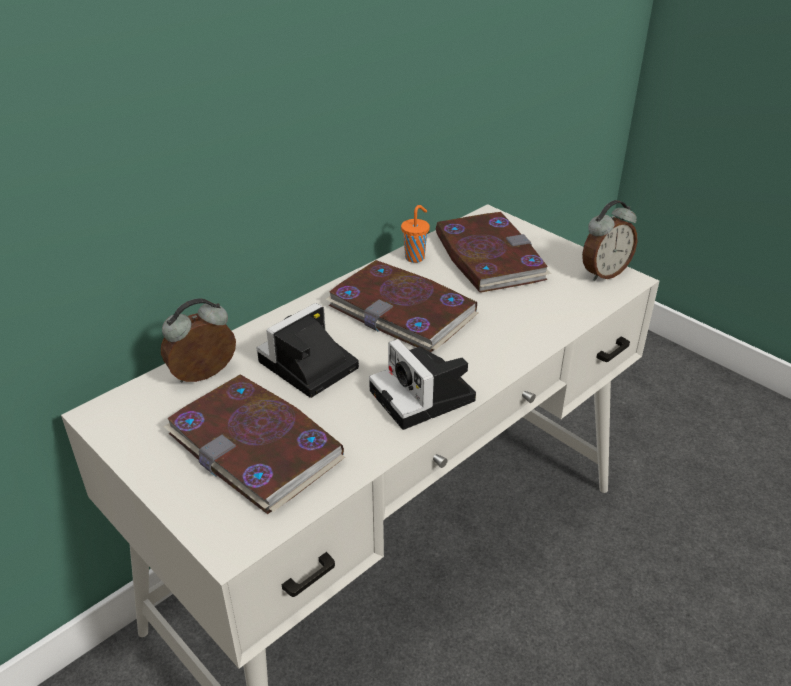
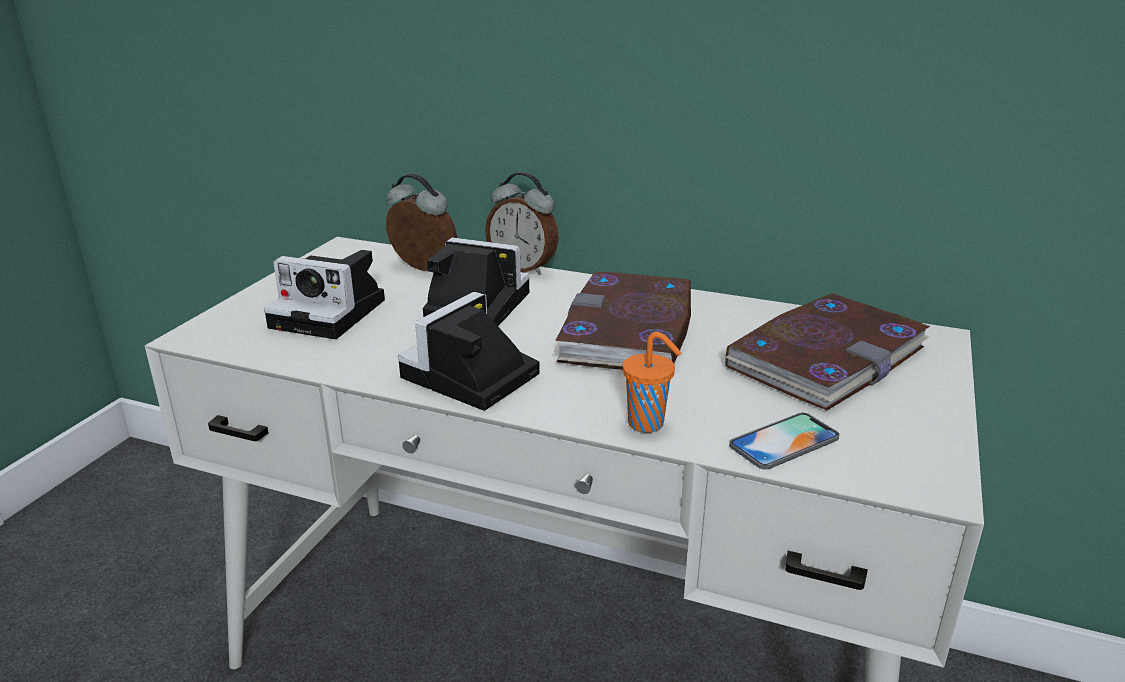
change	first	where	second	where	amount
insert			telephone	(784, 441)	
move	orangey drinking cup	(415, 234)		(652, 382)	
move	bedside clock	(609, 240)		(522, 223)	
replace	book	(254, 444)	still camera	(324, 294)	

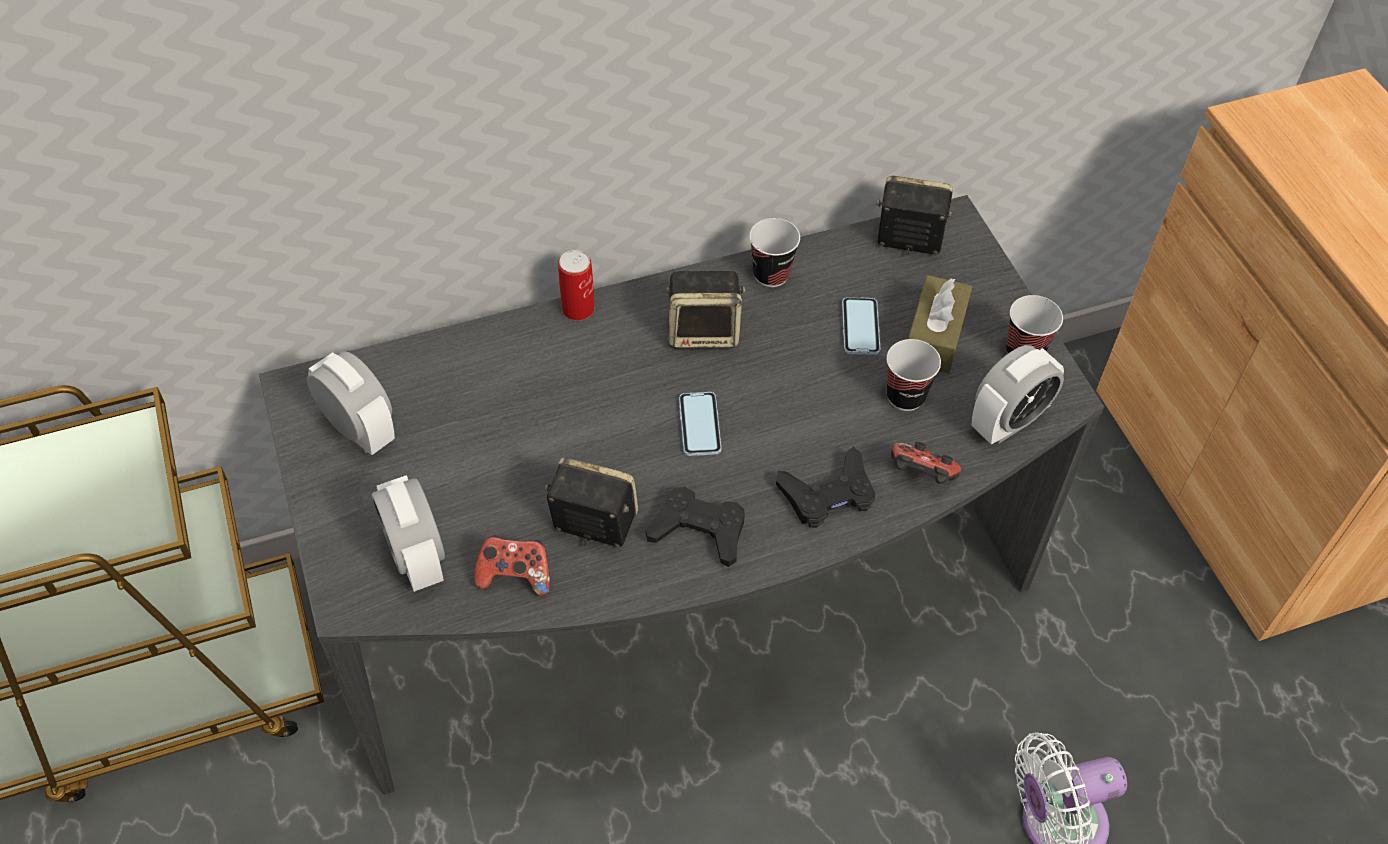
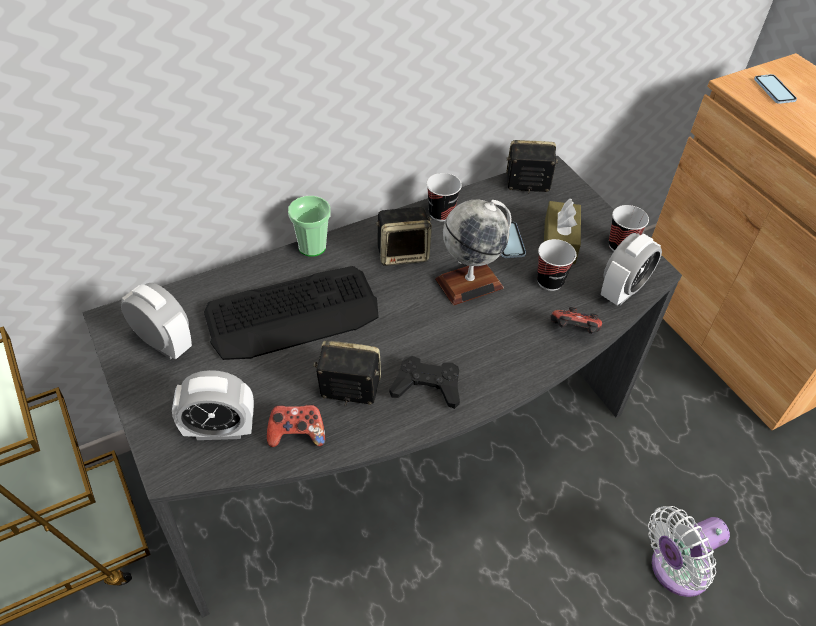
change	first	where	second	where	amount
delete	black-coloured game controller	(825, 487)			
insert			computer keyboard	(291, 313)	
insert			globe	(473, 253)	
move	telephone	(700, 424)		(775, 89)	
replace	metal can	(576, 285)	drinking cup	(309, 226)	
rotate	bedside clock	(408, 533)		(213, 405)	60 degrees counterclockwise

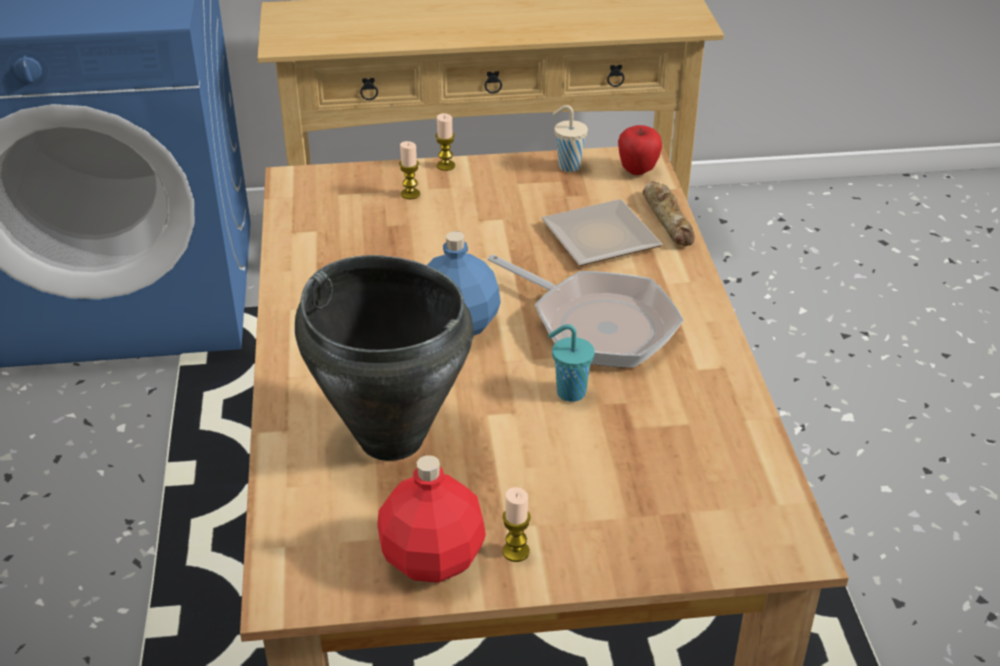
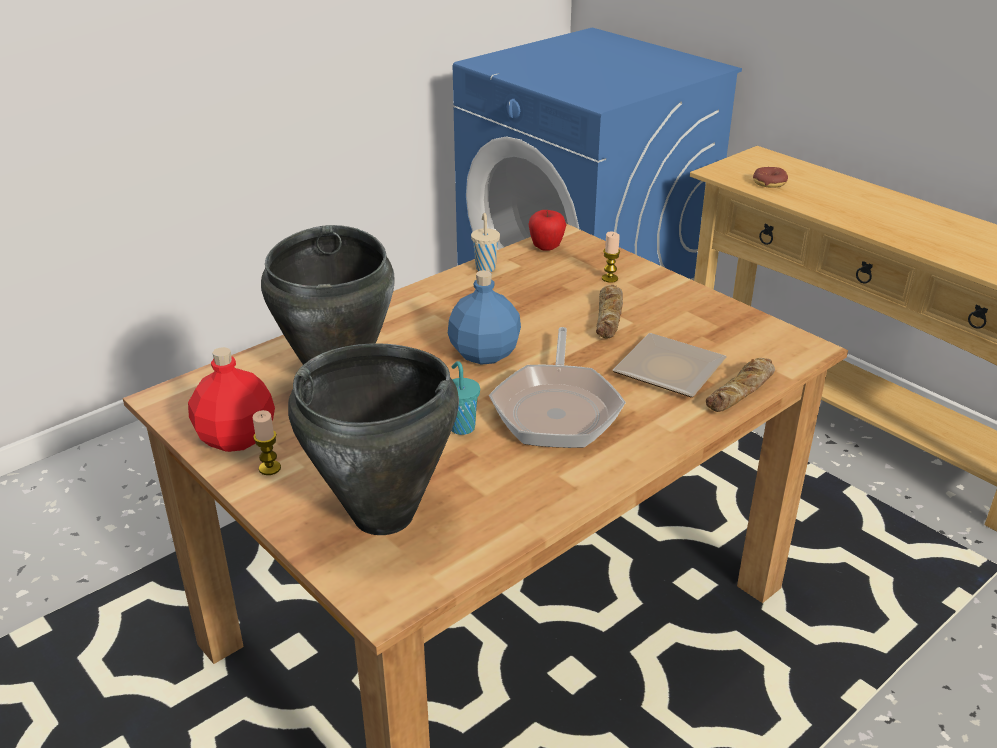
change	first	where	second	where	amount
delete	wax candle	(445, 142)			
insert			black-coloured cooking pot	(373, 439)	
insert			baked bread	(609, 312)	
insert			doughnut	(770, 177)	
move	sand-coloured drinking cup	(570, 138)		(485, 242)	
move	apple	(640, 150)		(547, 230)	

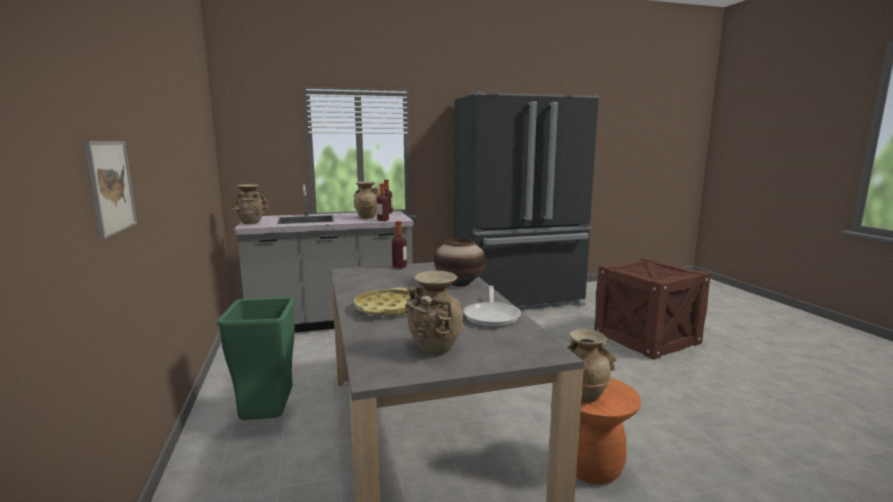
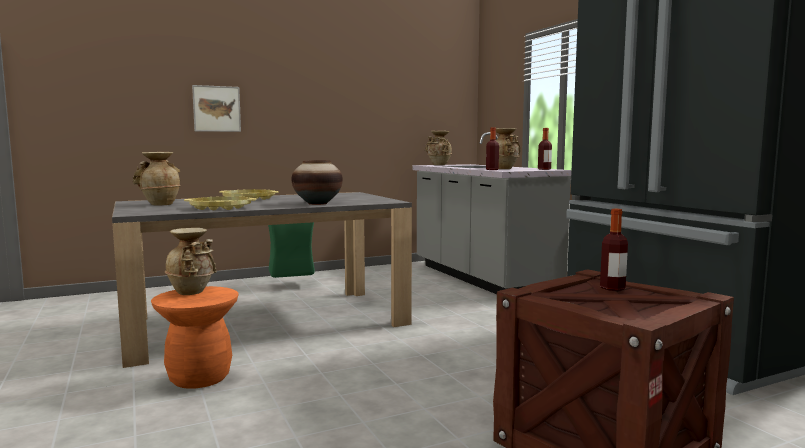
change	first	where	second	where	amount
move	bottle	(399, 245)		(614, 250)	
replace	skillet	(492, 306)	yellow serving tray	(220, 203)	

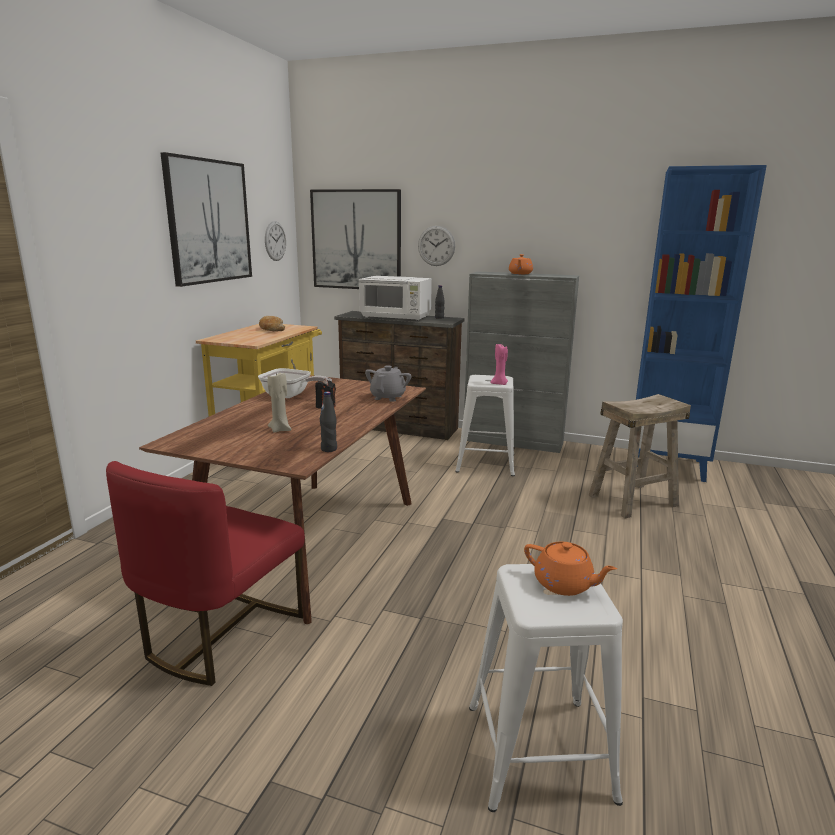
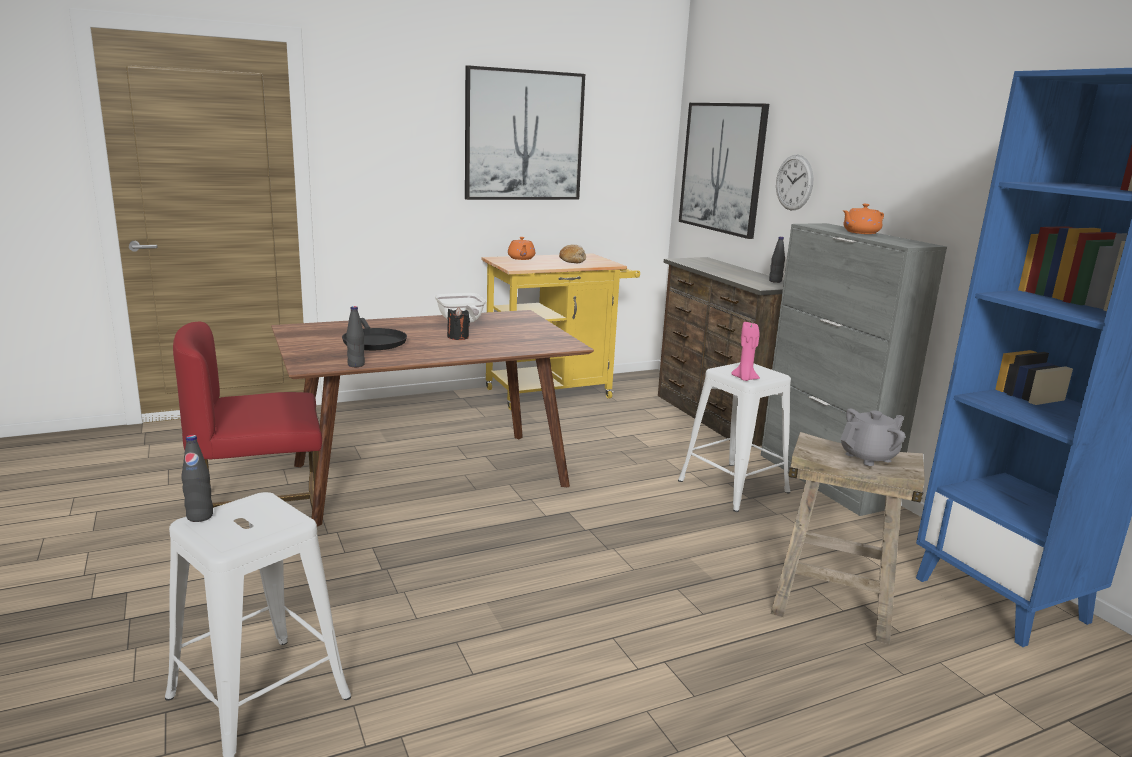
change	first	where	second	where	amount
delete	clock on the wall	(275, 241)			
delete	white kitchen microwave	(395, 298)			
insert			black-coloured bottle	(197, 478)	
move	gray teapot	(388, 383)		(873, 437)	
move	orangey teapot	(570, 569)		(521, 248)	
replace	sand-coloured wax candle	(279, 402)	black-coloured skillet	(374, 334)	

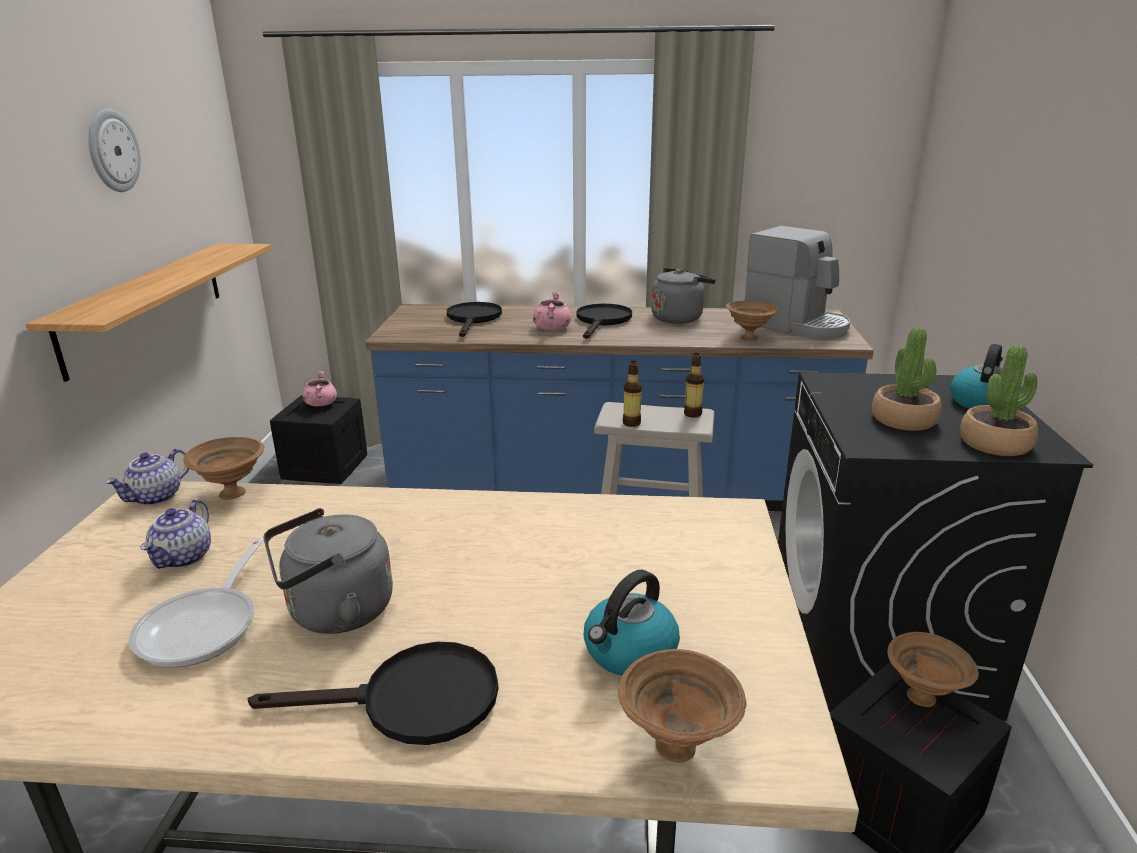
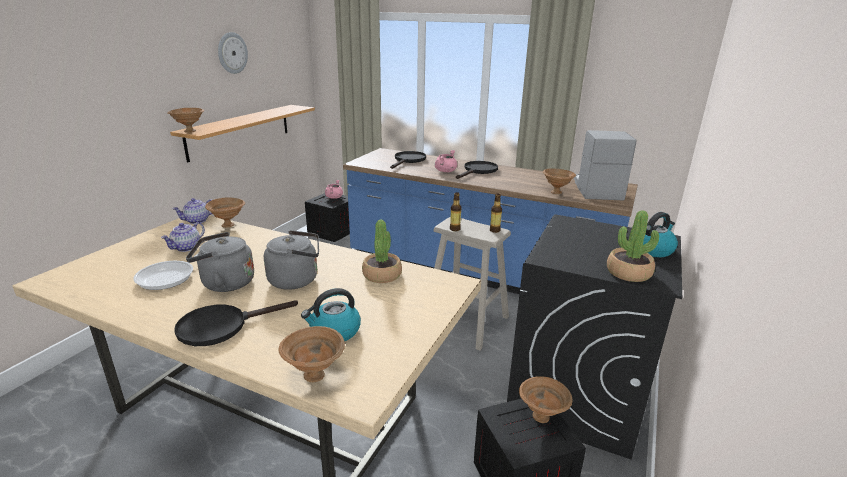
change	first	where	second	where	amount
insert			brown-coloured serving bowl	(186, 120)	
move	gray kettle	(683, 296)		(291, 260)	
move	plant in a pot	(907, 379)		(382, 251)	
rotate	black-coloured skillet	(373, 693)		(236, 323)	135 degrees clockwise
rotate	coffee machine	(798, 282)		(605, 165)	150 degrees counterclockwise

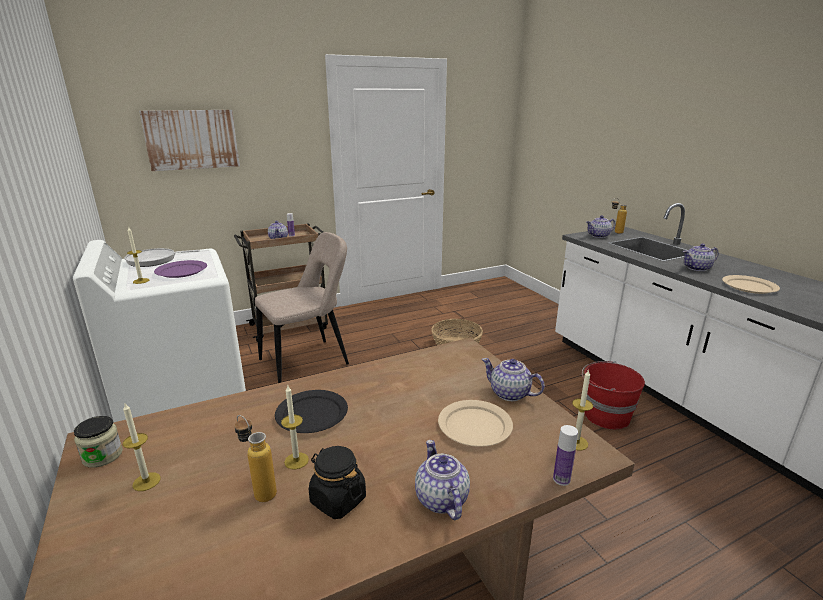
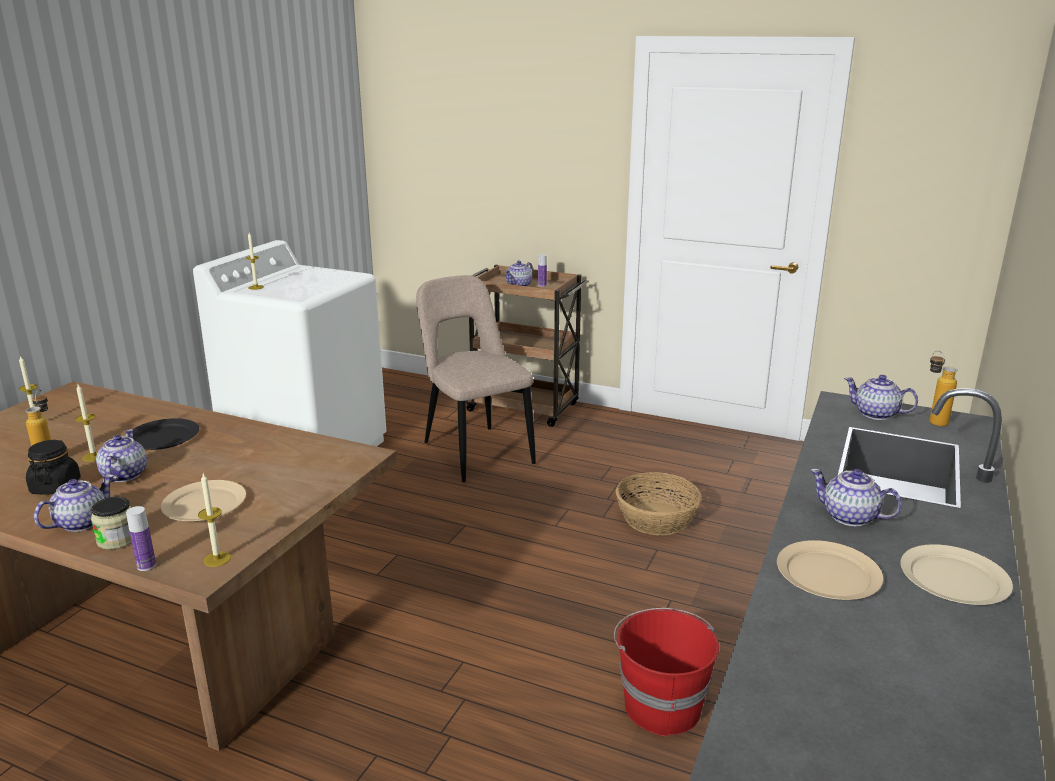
change	first	where	second	where	amount
delete	skillet	(162, 257)			
delete	picture	(189, 140)			
delete	purple-coloured flat dish	(180, 269)			
insert			sand-coloured flat dish	(956, 574)	
move	jar	(98, 442)		(111, 523)	
move	teapot	(513, 379)		(121, 455)	
rotate	sand-coloured plain chair	(302, 307)		(476, 378)	135 degrees counterclockwise

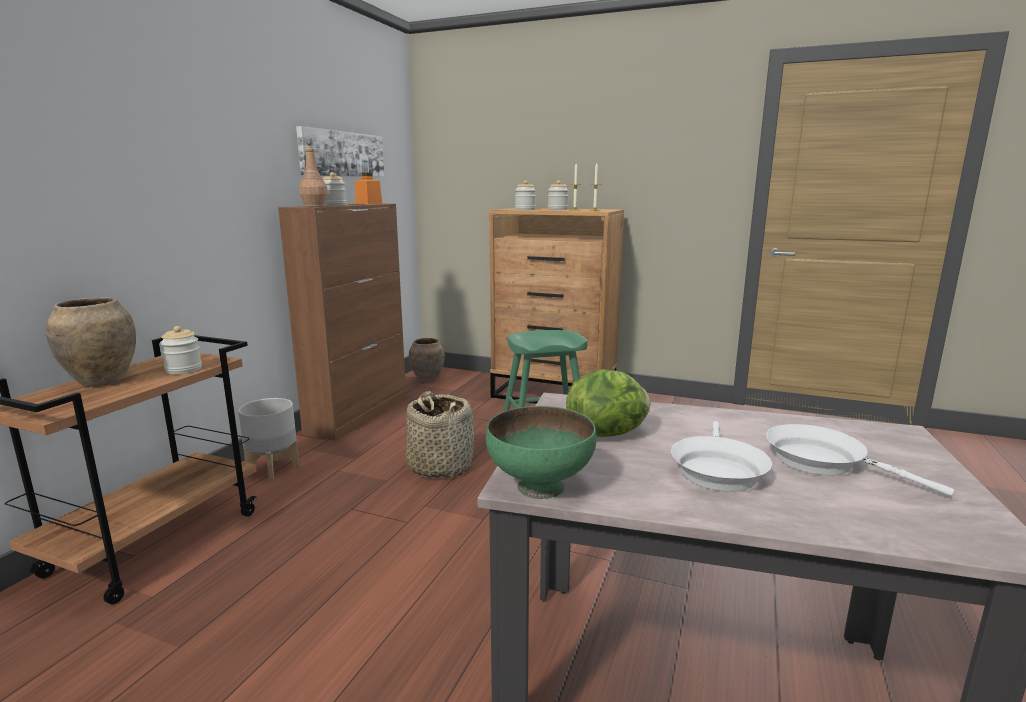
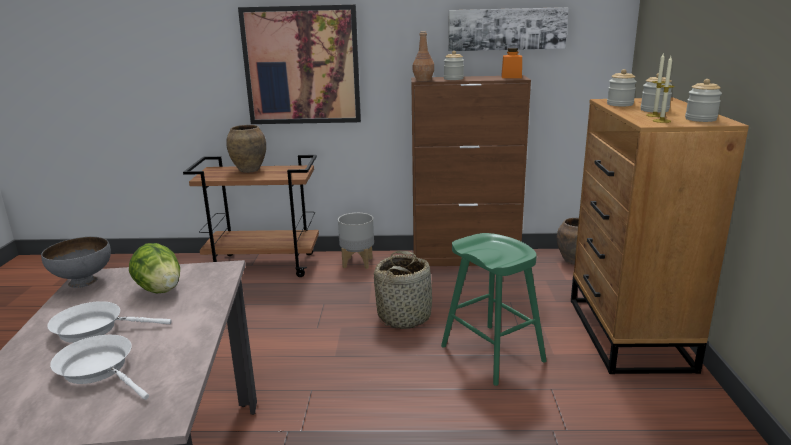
change	first	where	second	where	amount
insert			picture	(299, 64)	
move	jar	(181, 350)		(703, 100)	
recolor	green serving bowl	(541, 452)	gray serving bowl	(76, 262)	
rotate	white skillet	(860, 460)		(99, 367)	75 degrees counterclockwise

